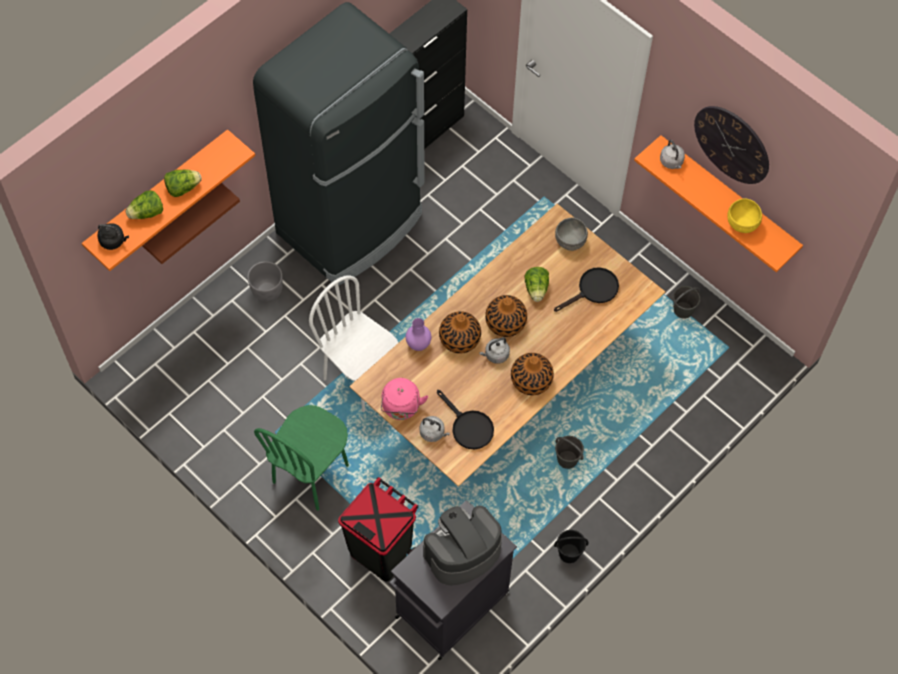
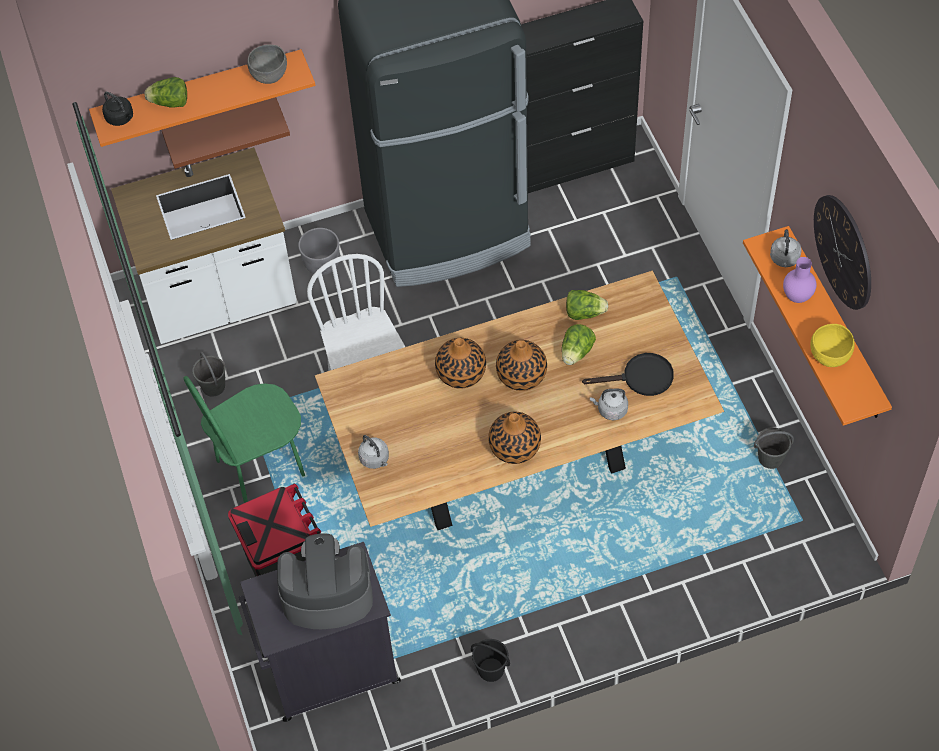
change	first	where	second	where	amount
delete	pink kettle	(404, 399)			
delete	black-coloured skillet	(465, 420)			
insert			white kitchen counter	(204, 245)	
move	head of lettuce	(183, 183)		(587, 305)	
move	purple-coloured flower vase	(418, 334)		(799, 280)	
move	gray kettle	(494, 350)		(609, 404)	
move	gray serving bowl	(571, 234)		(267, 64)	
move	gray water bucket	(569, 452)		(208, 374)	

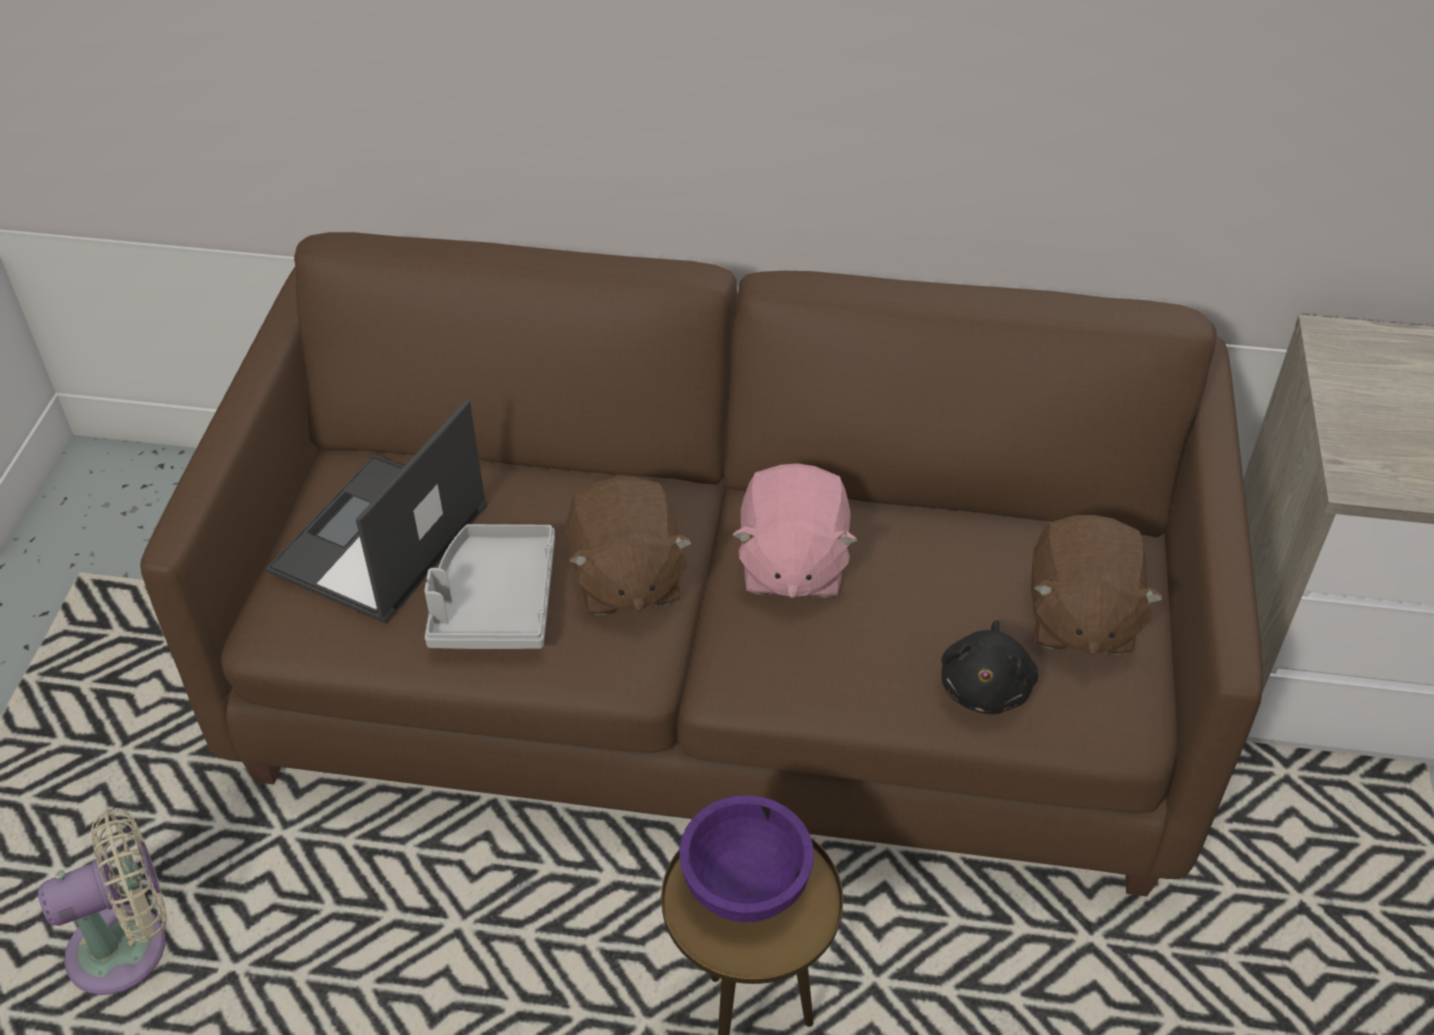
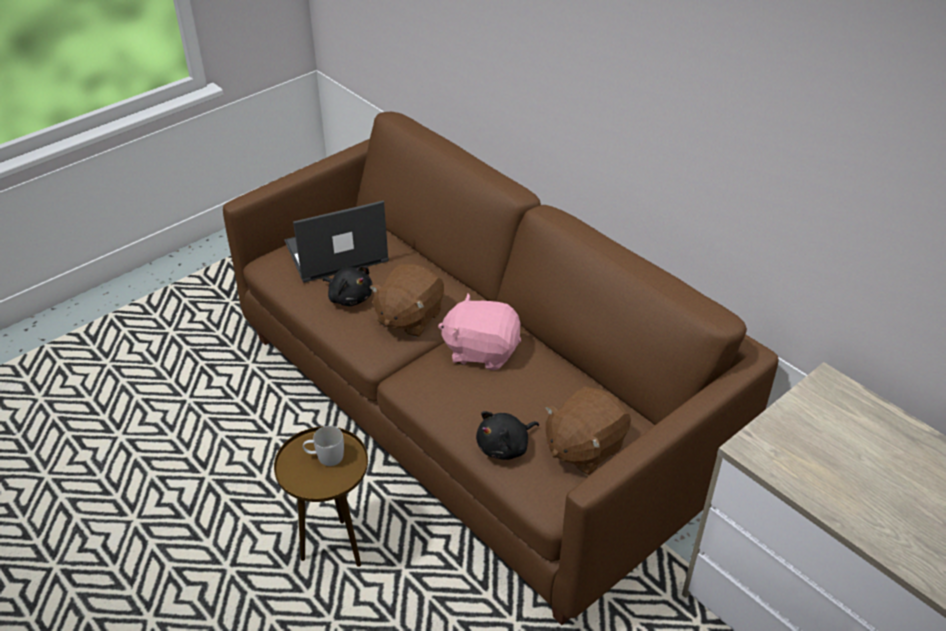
change	first	where	second	where	amount
delete	sand-coloured cooling fan	(102, 901)			
replace	gray serving tray	(489, 586)	black-coloured plush toy	(347, 286)	
replace	purple-coloured serving bowl	(746, 858)	white coffee mug	(323, 446)	
rotate	pink plush toy	(795, 531)		(479, 332)	60 degrees clockwise

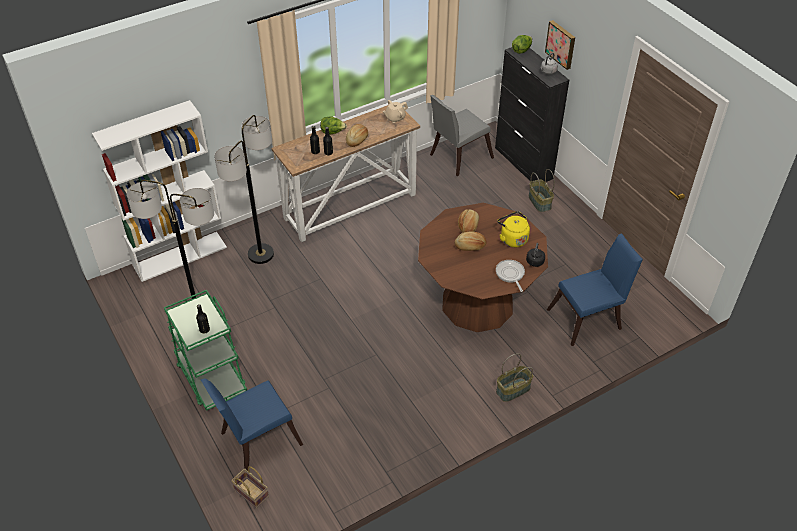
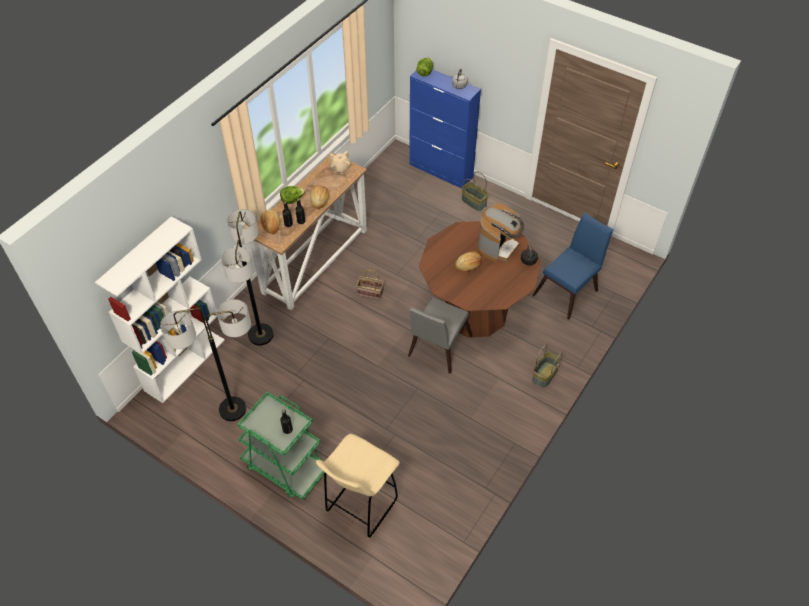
change	first	where	second	where	amount
delete	skillet	(510, 276)			
delete	picture	(560, 45)			
move	basket	(250, 487)		(370, 285)	
move	gray plain chair	(462, 135)		(440, 336)	
move	baked bread	(468, 221)		(270, 222)	
replace	bluish plain chair	(252, 424)	sand-coloured stool seat	(358, 486)	
replace	yellow kettle	(513, 229)	coffee machine	(501, 233)	
recolor	black-coloured cupboard	(532, 114)	bluish cupboard	(445, 128)	

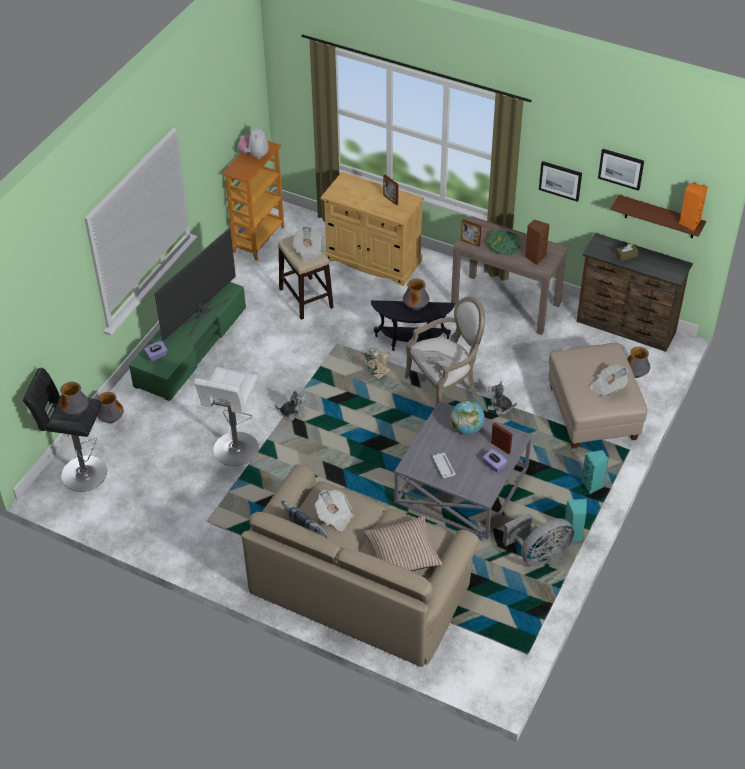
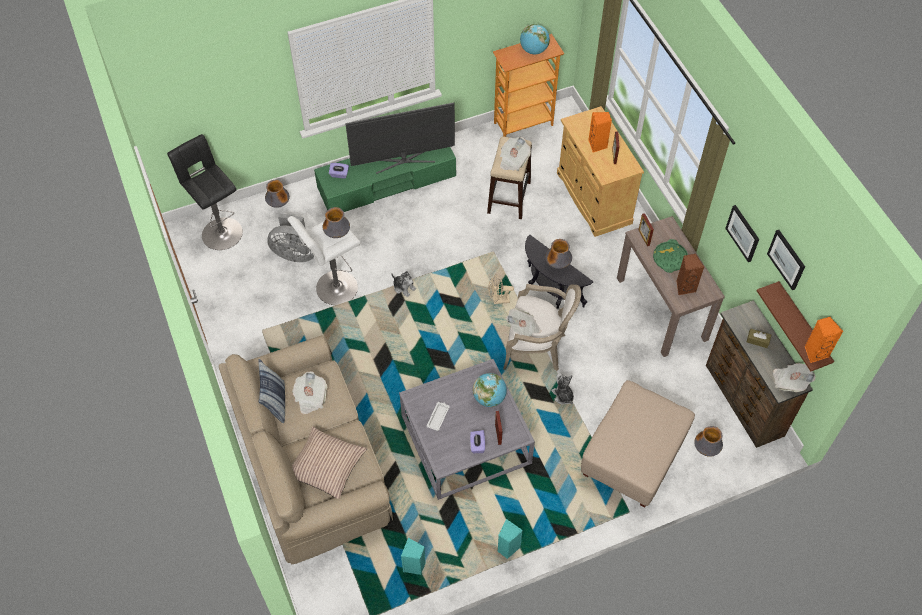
change	first	where	second	where	amount
insert			orangey loudspeaker	(600, 132)	
move	flower vase	(74, 399)		(336, 222)	
move	gray cooling fan	(539, 540)		(290, 237)	
move	blue-green loudspeaker	(595, 472)		(413, 556)	
move	daily paper	(609, 381)		(794, 377)	
replace	plush toy	(253, 143)	globe	(535, 39)	

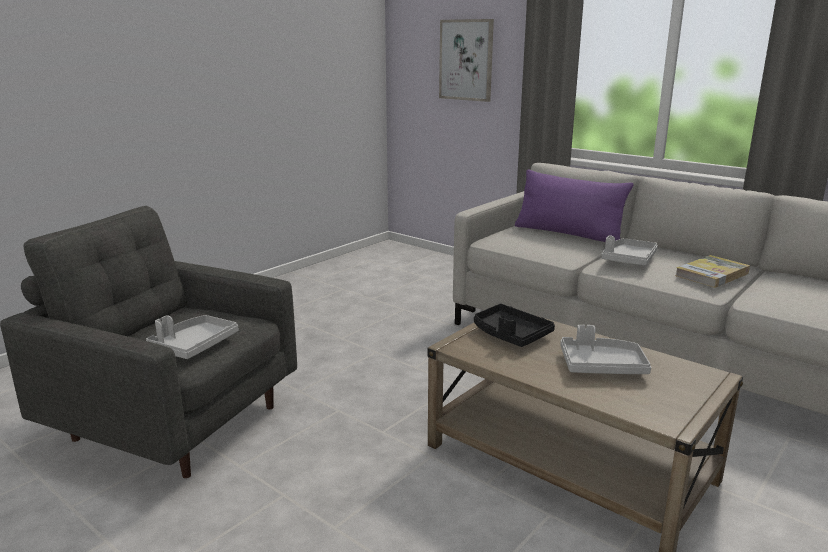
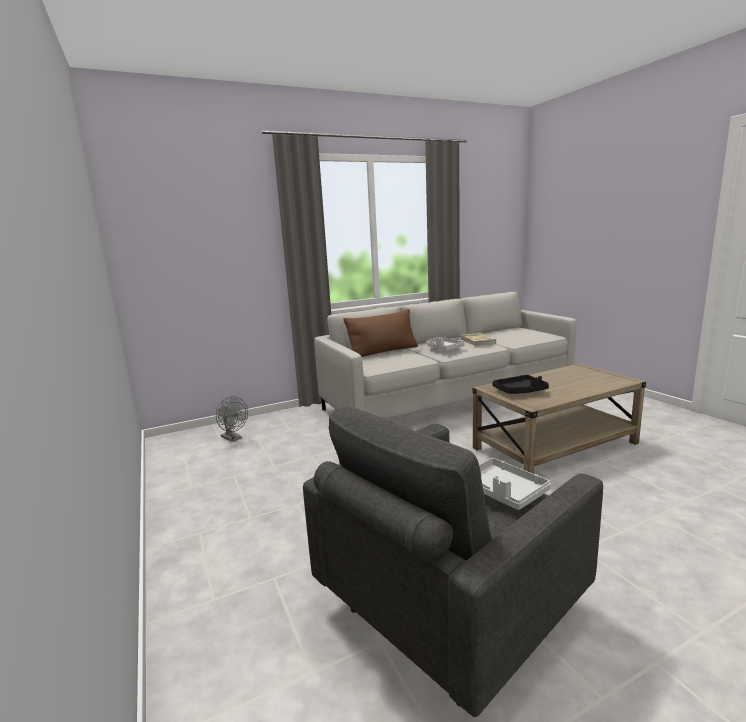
change	first	where	second	where	amount
delete	picture	(466, 60)			
delete	gray serving tray	(605, 349)			
insert			gray cooling fan	(232, 419)	
recolor	purple-coloured throw pillow	(574, 205)	brown-coloured throw pillow	(380, 333)	

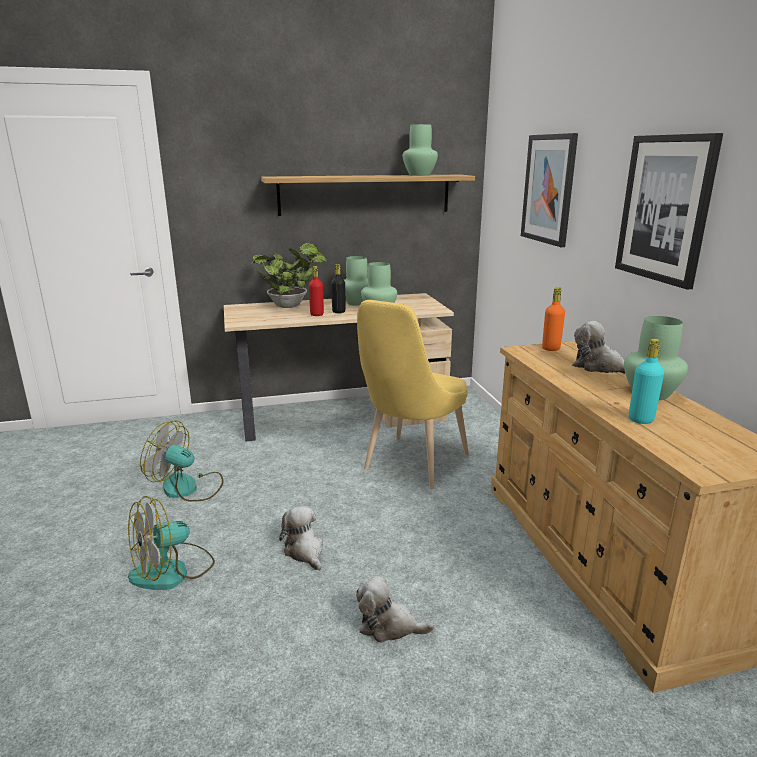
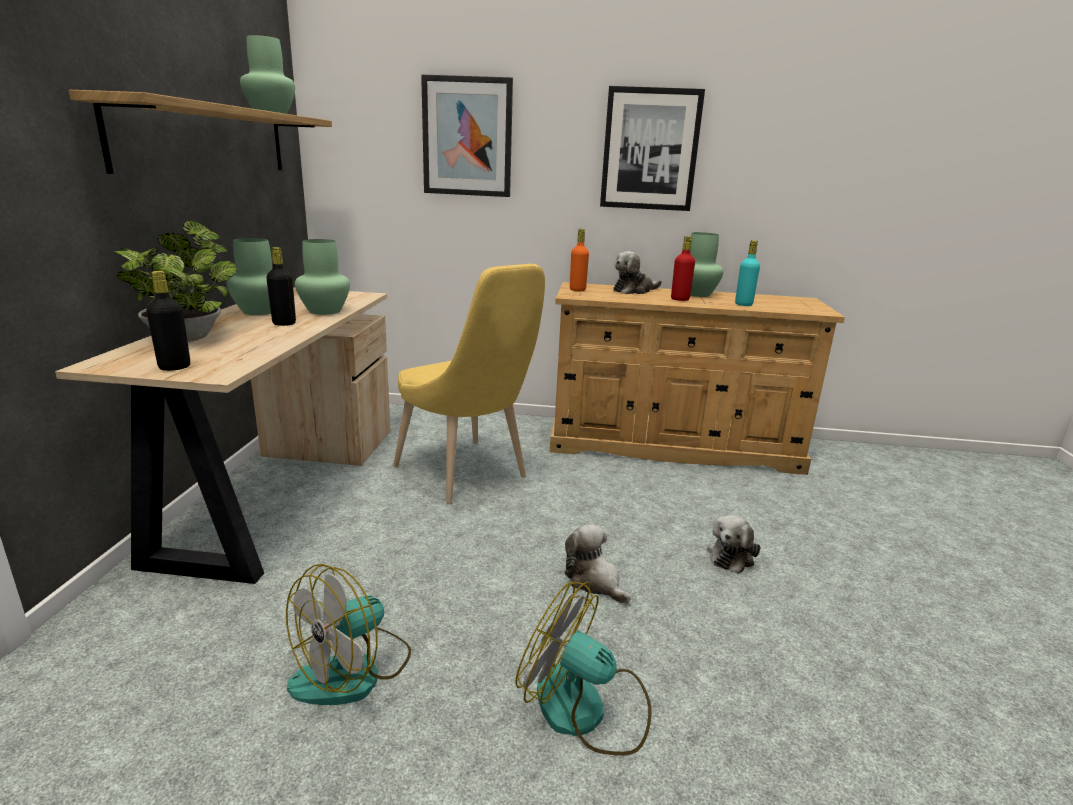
change	first	where	second	where	amount
insert			black-coloured bottle	(168, 321)	
move	red bottle	(316, 291)		(683, 268)	
rotate	cooling fan	(171, 543)		(583, 668)	135 degrees clockwise
rotate	plush toy	(301, 538)		(597, 563)	60 degrees clockwise

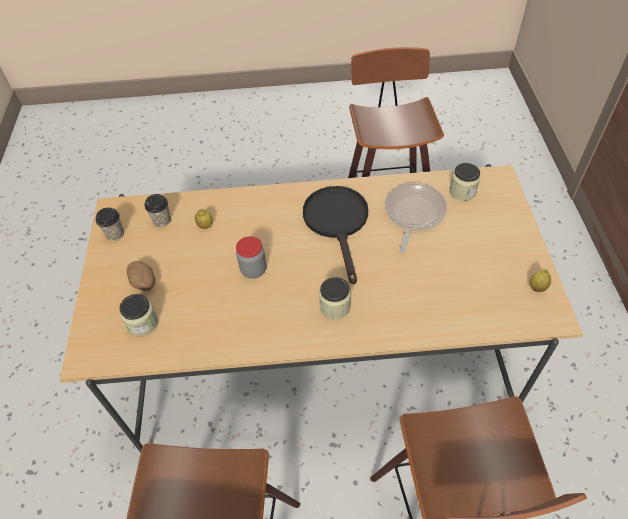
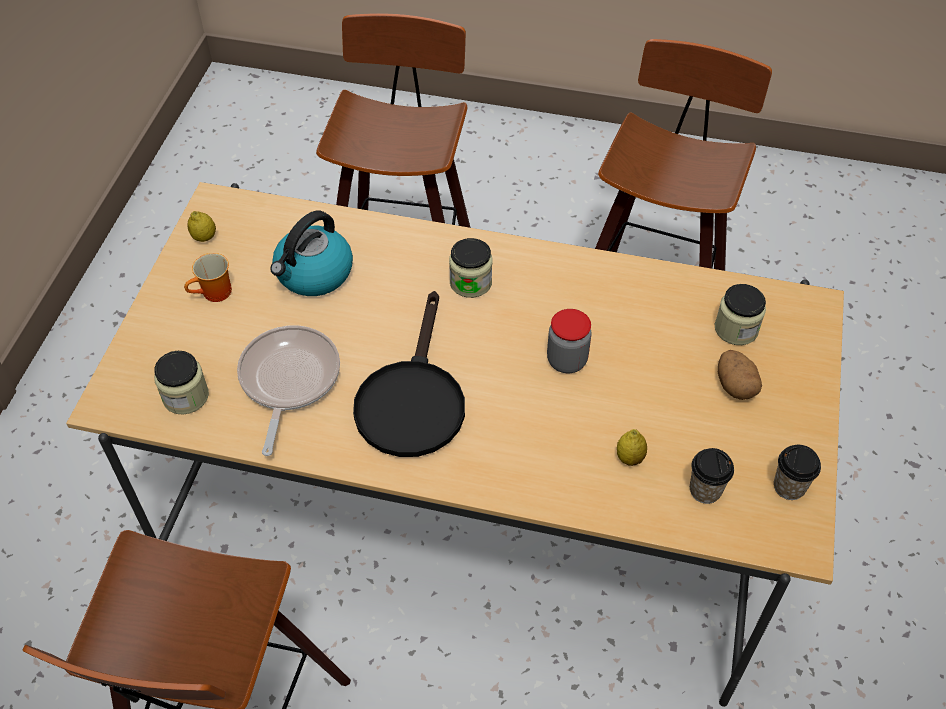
change	first	where	second	where	amount
insert			coffee mug	(208, 277)	
insert			kettle	(311, 253)	
rotate	skillet	(416, 218)		(288, 390)	150 degrees clockwise

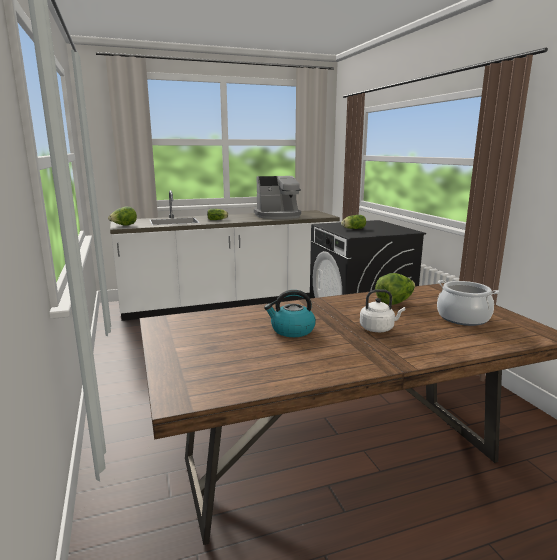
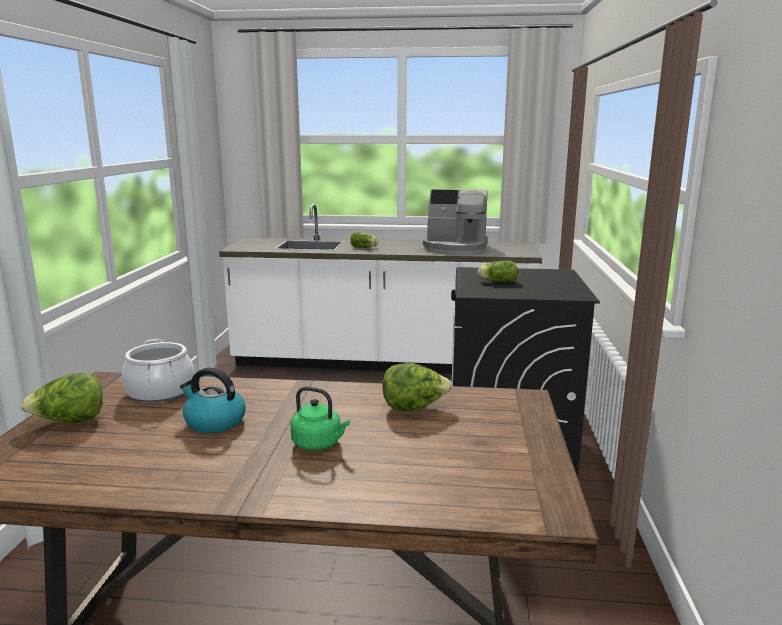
change	first	where	second	where	amount
move	head of lettuce	(122, 216)		(61, 398)	
move	cooking pot	(468, 303)		(158, 370)	
recolor	white kettle	(382, 310)	green kettle	(320, 419)	

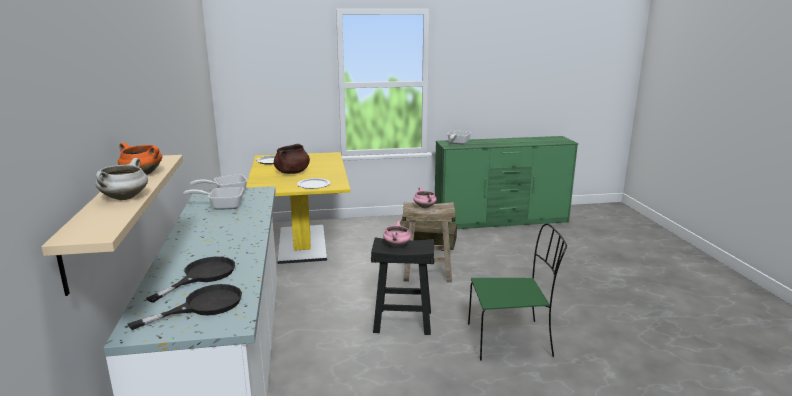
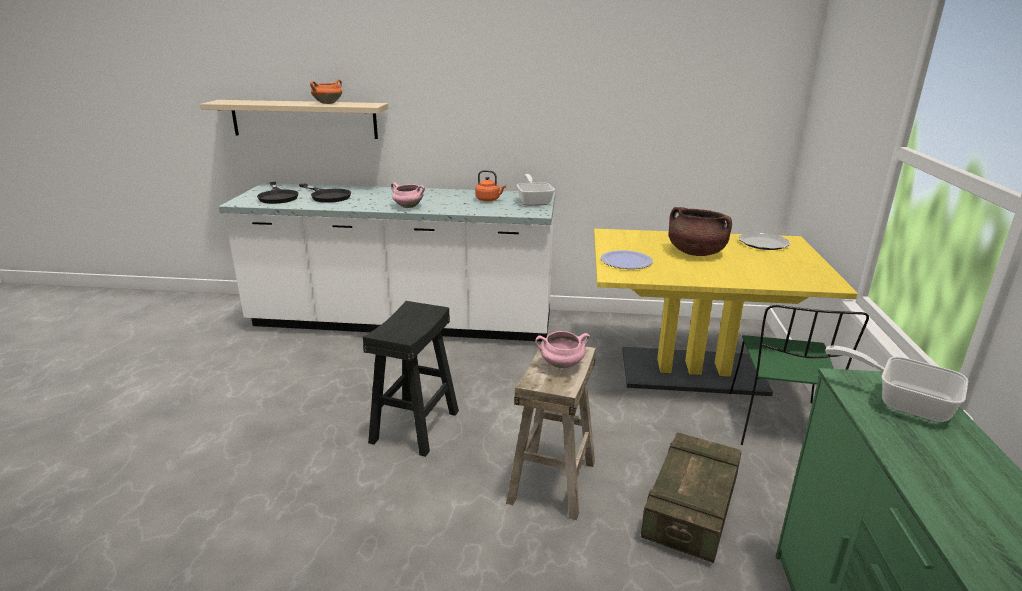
change	first	where	second	where	amount
delete	white cooking pot	(121, 179)			
move	pink cooking pot	(397, 234)		(408, 195)	
move	green plain chair	(517, 292)		(799, 375)	
replace	skillet	(213, 198)	orangey kettle	(490, 186)	

